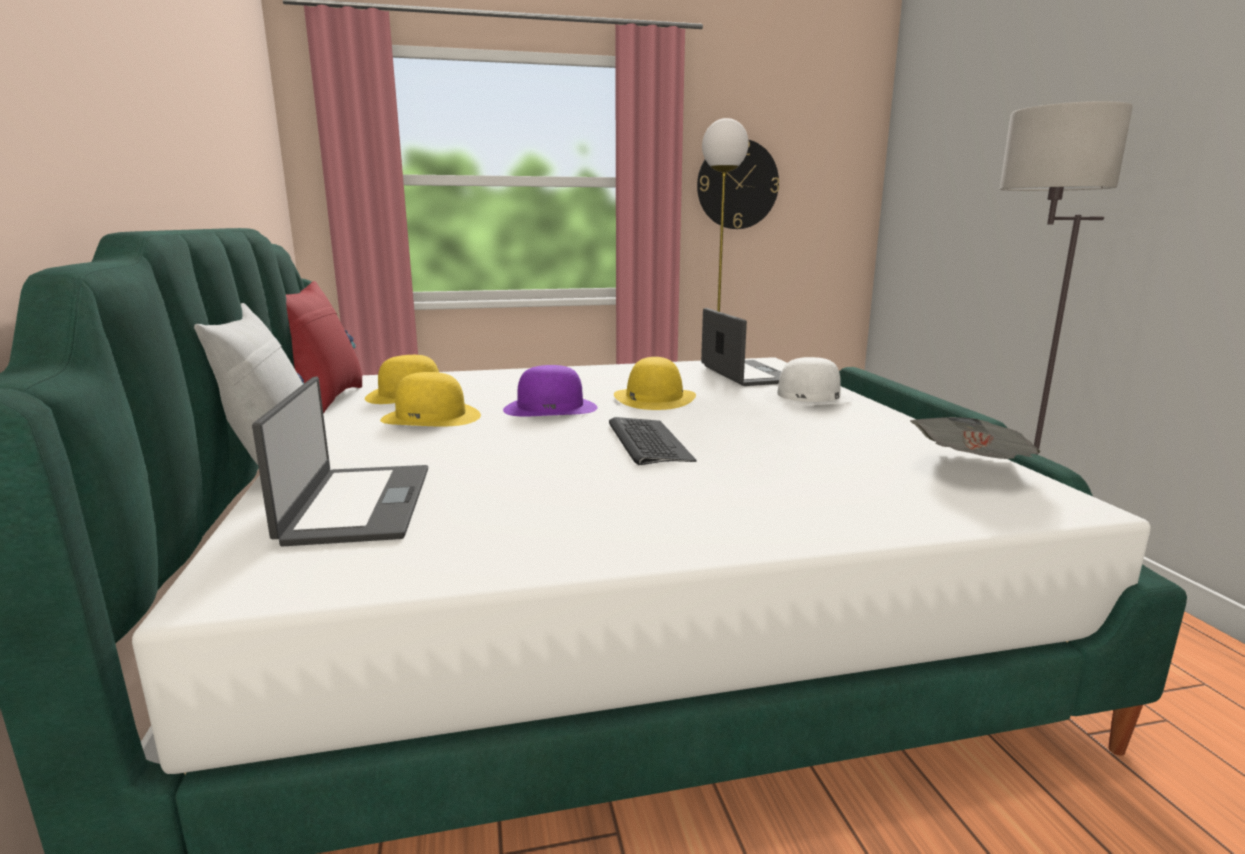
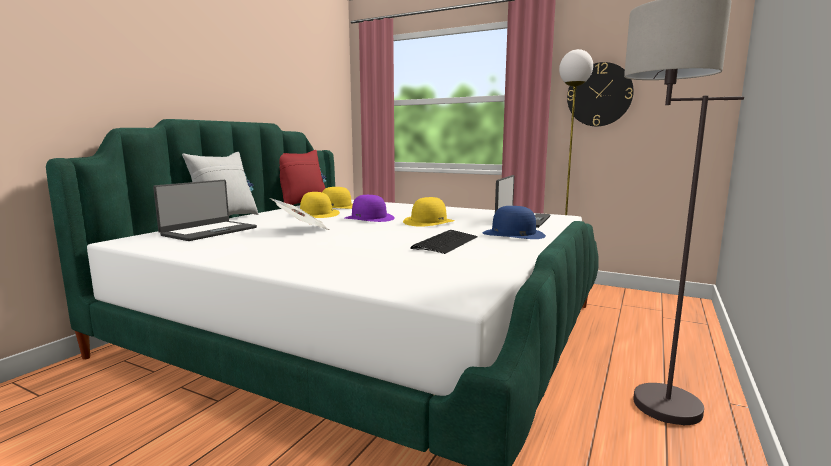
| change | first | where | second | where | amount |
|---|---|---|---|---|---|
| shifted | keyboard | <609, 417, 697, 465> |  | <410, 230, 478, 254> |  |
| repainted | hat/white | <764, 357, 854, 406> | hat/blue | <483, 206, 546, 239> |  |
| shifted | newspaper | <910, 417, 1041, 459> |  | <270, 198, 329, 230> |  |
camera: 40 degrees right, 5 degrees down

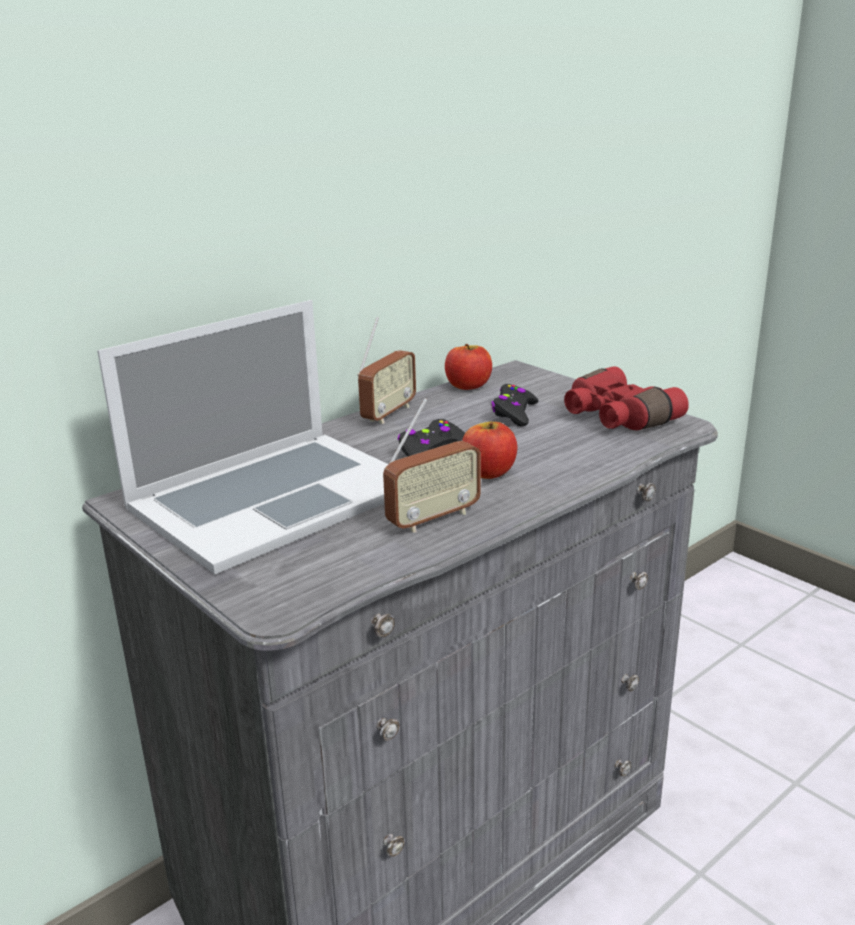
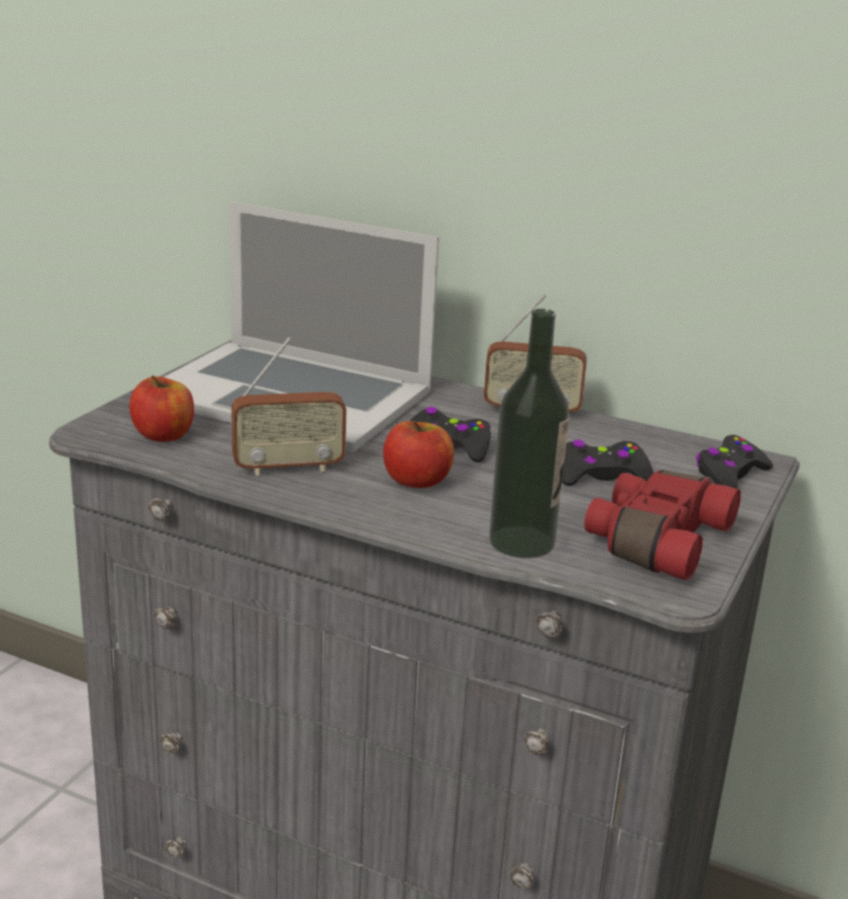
| change | first | where | second | where | amount |
|---|---|---|---|---|---|
| rotated | radio | <383, 398, 481, 533> |  | <231, 337, 347, 476> | 45 degrees counterclockwise |
| shifted | apple | <445, 344, 492, 390> |  | <129, 375, 194, 442> |  |
| new |  |  | bottle | <489, 309, 569, 558> |  |
| new |  |  | game controller/black | <696, 435, 773, 489> |  |
camera: 65 degrees right, 0 degrees up

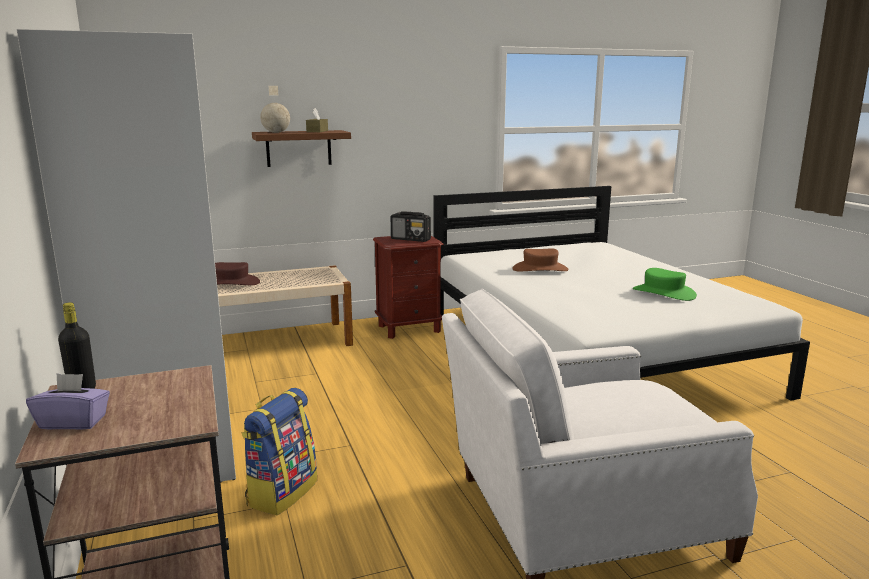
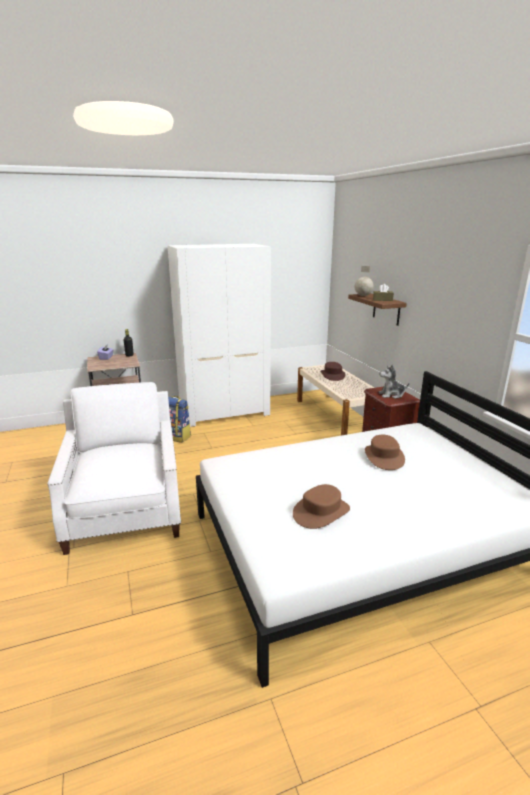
| change | first | where | second | where | amount |
|---|---|---|---|---|---|
| swapped | radio | <391, 211, 431, 242> | plush toy | <378, 365, 410, 399> |  |
| repainted | hat/green | <633, 268, 697, 301> | hat/brown | <293, 484, 350, 529> |  |
camera: 90 degrees right, 5 degrees up

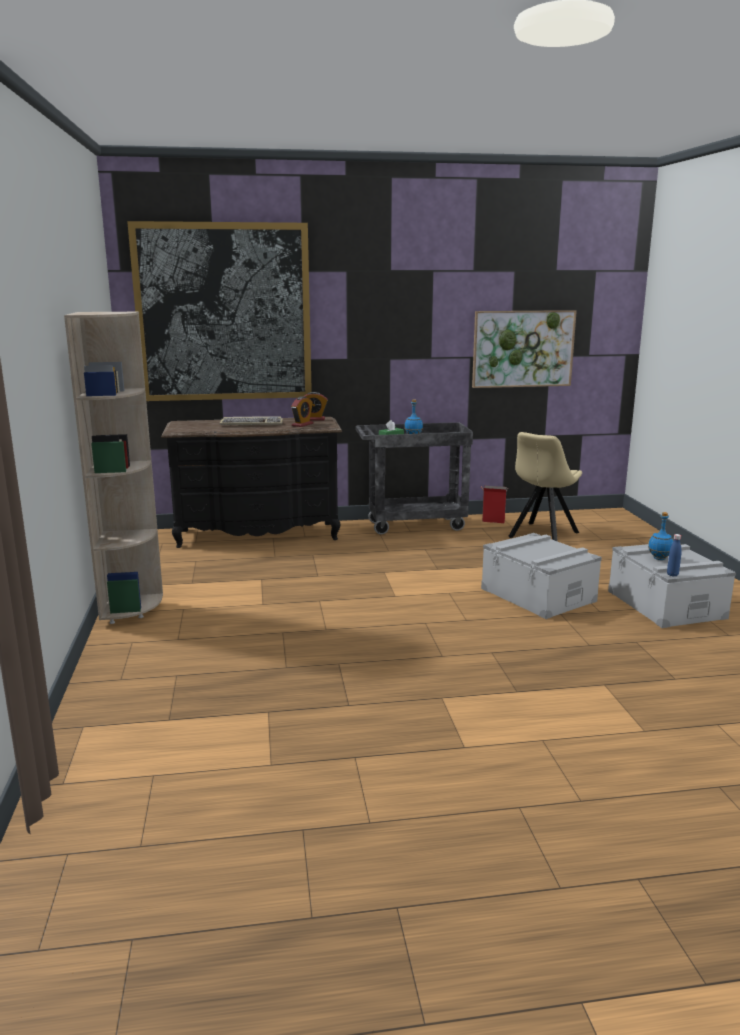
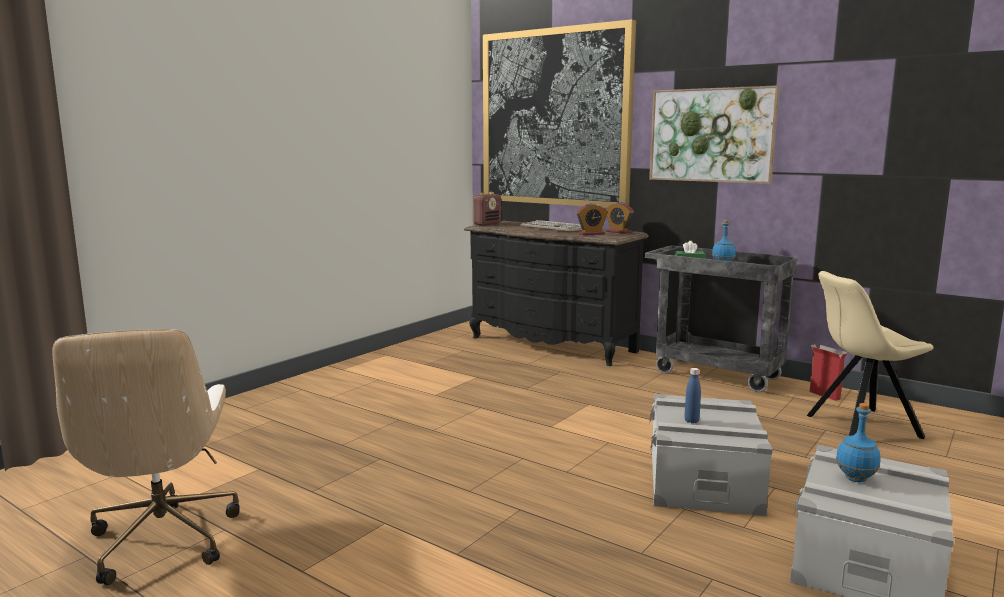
| change | first | where | second | where | amount |
|---|---|---|---|---|---|
| gone | bookcase/beige | <64, 312, 163, 624> |  |  |  |
| shifted | picture | <472, 310, 577, 388> |  | <649, 85, 779, 184> |  |
| shifted | bottle/blue | <667, 534, 681, 577> |  | <684, 368, 701, 423> |  |
| new |  |  | office chair/white | <52, 329, 240, 585> |  |
| new |  |  | radio | <473, 192, 501, 226> |  |
camera: 45 degrees right, 5 degrees down

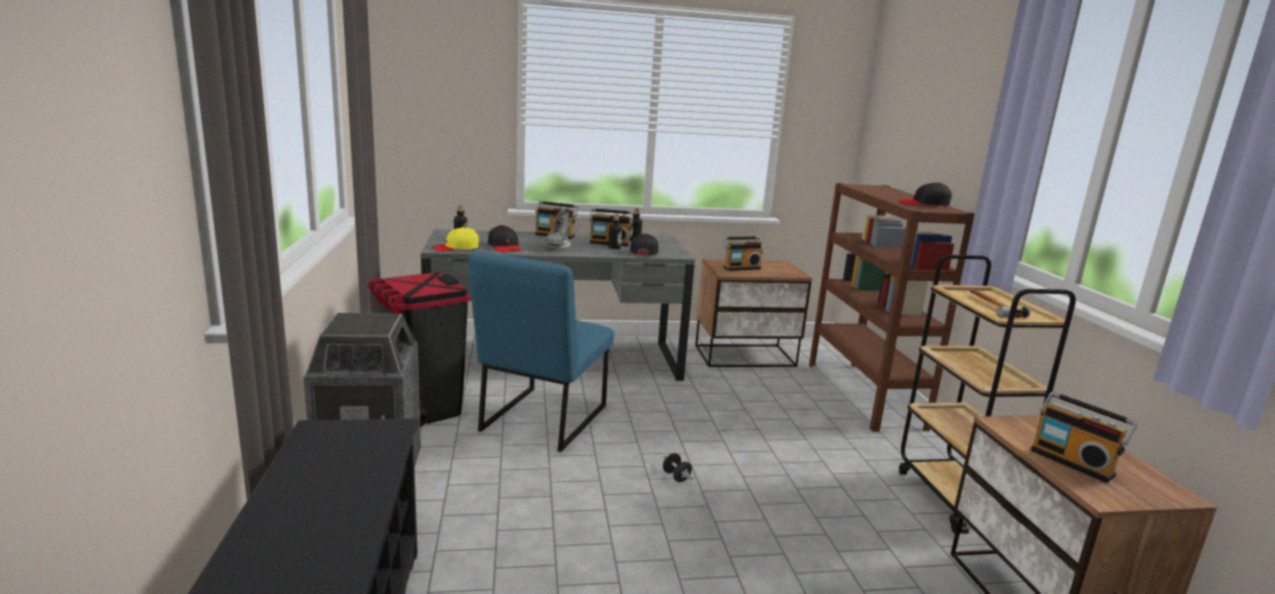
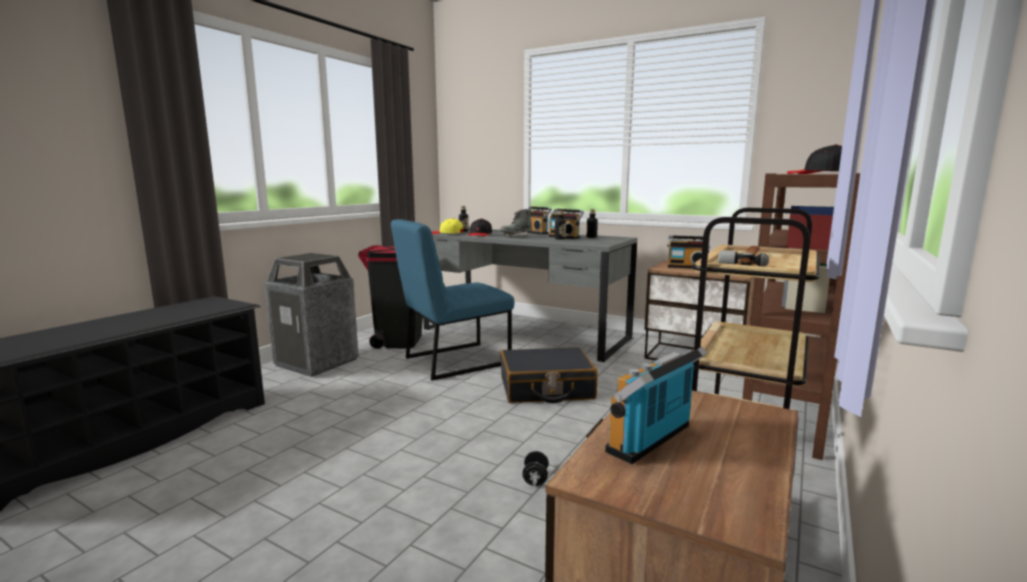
| change | first | where | second | where | amount |
|---|---|---|---|---|---|
| gone | cap/black | <630, 234, 658, 255> |  |  |  |
| shifted | dumbbell/black | <663, 453, 693, 482> |  | <522, 451, 549, 486> |  |
| rotated | radio | <1031, 391, 1138, 483> |  | <605, 347, 707, 464> | 45 degrees clockwise |
| new |  |  | suitcase/black | <501, 347, 598, 403> |  |
camera: 40 degrees right, 5 degrees down

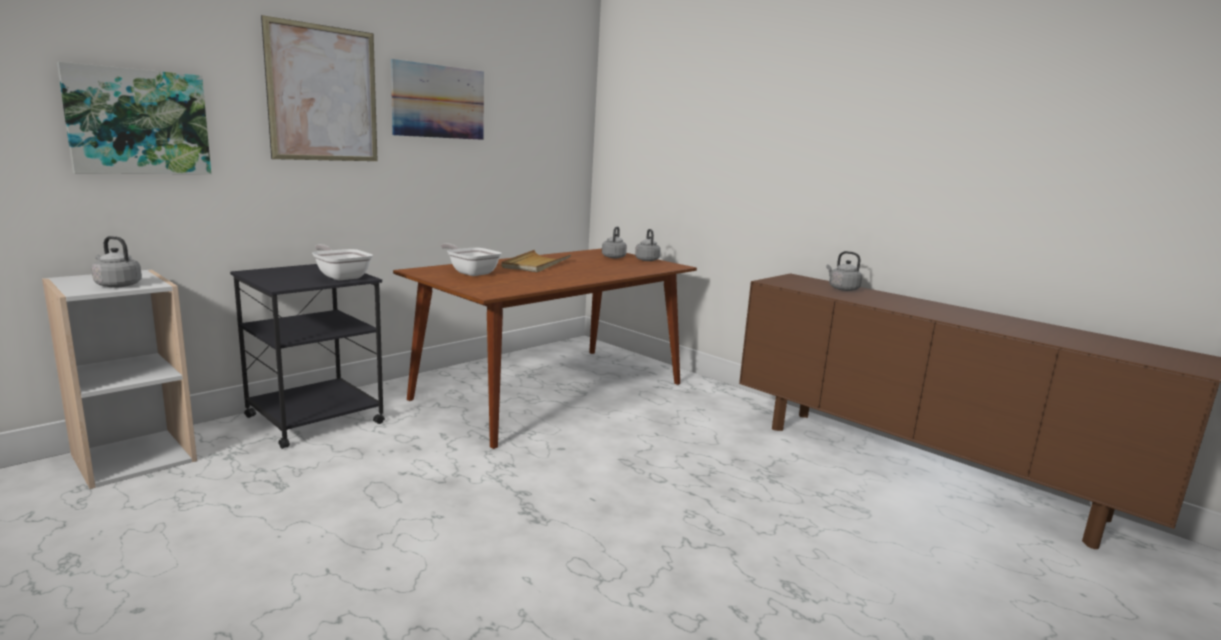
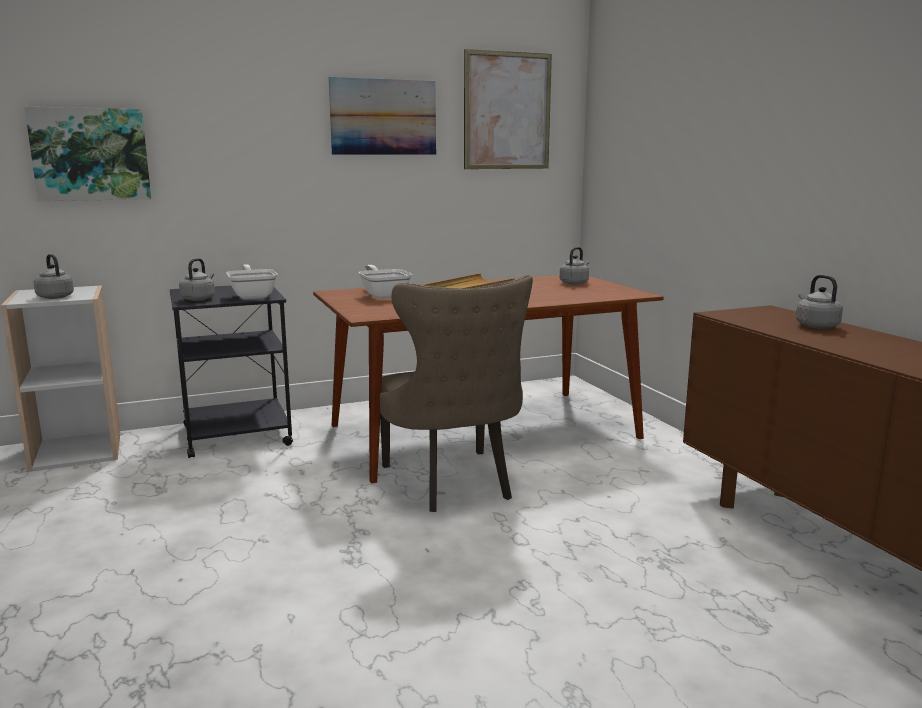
| change | first | where | second | where | amount |
|---|---|---|---|---|---|
| shifted | picture | <261, 15, 378, 161> |  | <464, 49, 552, 169> |  |
| shifted | kettle/grey | <635, 229, 661, 261> |  | <179, 258, 215, 301> |  |
| new |  |  | chair/beige | <380, 275, 533, 512> |  |
camera: 25 degrees right, 0 degrees up

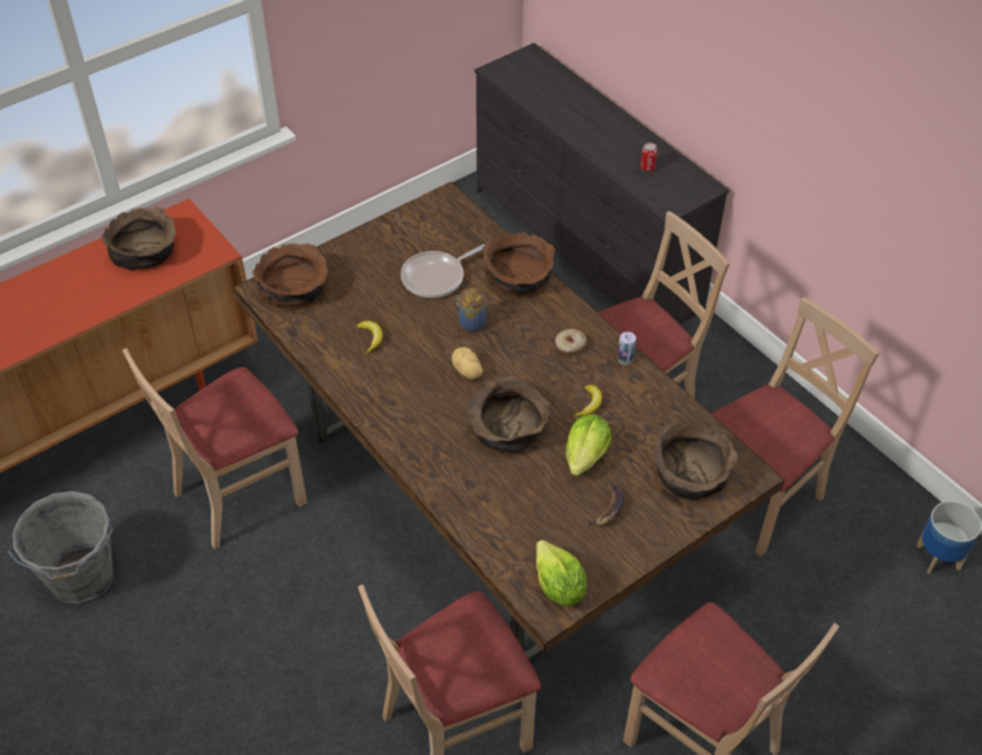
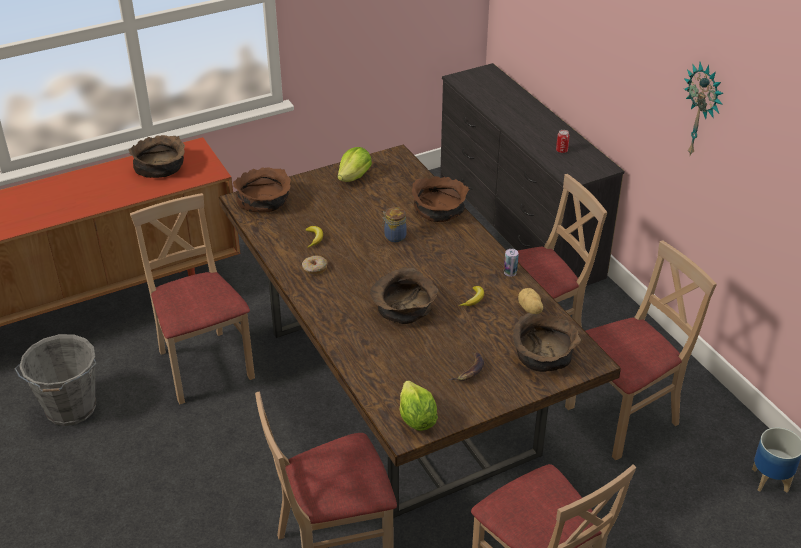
| change | first | where | second | where | amount |
|---|---|---|---|---|---|
| rotated | chair/beige | <122, 348, 307, 549> |  | <130, 193, 255, 404> | 90 degrees clockwise |
| gone | frying pan | <401, 244, 485, 298> |  |  |  |
| shifted | potato | <451, 347, 483, 379> |  | <518, 288, 543, 314> |  |
| shifted | donut | <555, 329, 587, 354> |  | <302, 256, 328, 274> |  |
| shifted | lettuce | <566, 414, 612, 476> |  | <337, 147, 372, 182> |  |
| new |  |  | wall clock | <684, 62, 724, 155> |  |
camera: 10 degrees right, 10 degrees down

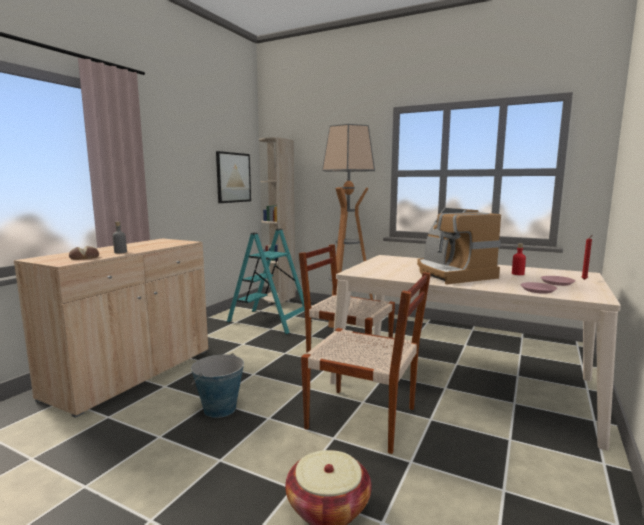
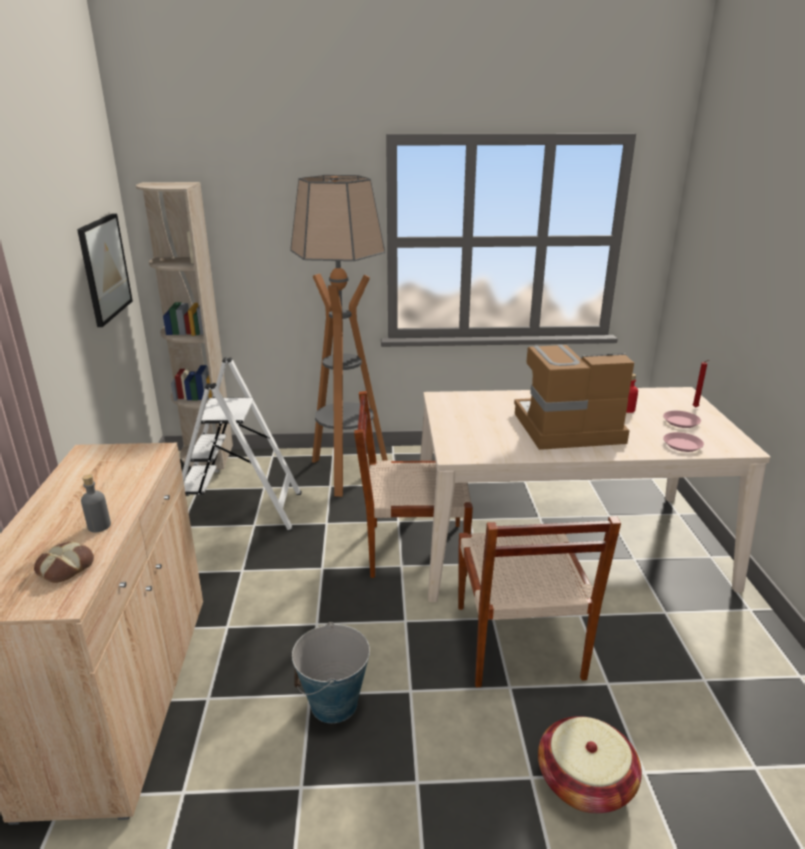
| change | first | where | second | where | amount |
|---|---|---|---|---|---|
| repainted | step ladder/turquoise | <227, 228, 312, 335> | step ladder/white | <182, 357, 302, 531> |  |
| rotated | chair | <301, 272, 431, 454> |  | <458, 516, 621, 687> | 90 degrees clockwise |
| rotated | coffee machine | <417, 208, 501, 285> |  | <514, 345, 634, 450> | 135 degrees clockwise |
camera: 30 degrees left, 15 degrees up

